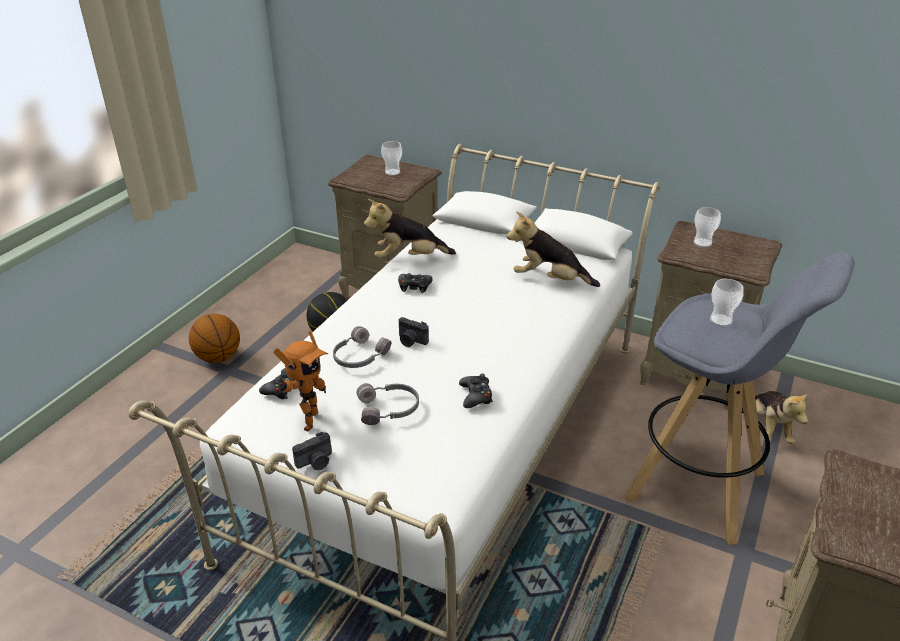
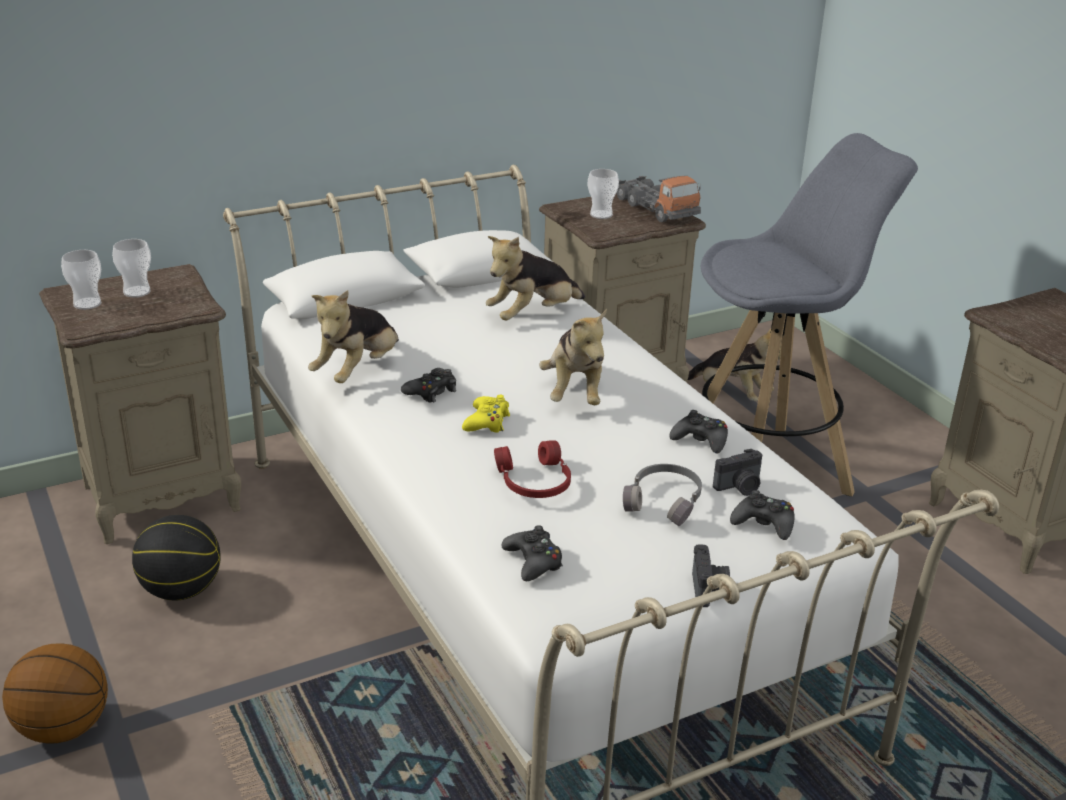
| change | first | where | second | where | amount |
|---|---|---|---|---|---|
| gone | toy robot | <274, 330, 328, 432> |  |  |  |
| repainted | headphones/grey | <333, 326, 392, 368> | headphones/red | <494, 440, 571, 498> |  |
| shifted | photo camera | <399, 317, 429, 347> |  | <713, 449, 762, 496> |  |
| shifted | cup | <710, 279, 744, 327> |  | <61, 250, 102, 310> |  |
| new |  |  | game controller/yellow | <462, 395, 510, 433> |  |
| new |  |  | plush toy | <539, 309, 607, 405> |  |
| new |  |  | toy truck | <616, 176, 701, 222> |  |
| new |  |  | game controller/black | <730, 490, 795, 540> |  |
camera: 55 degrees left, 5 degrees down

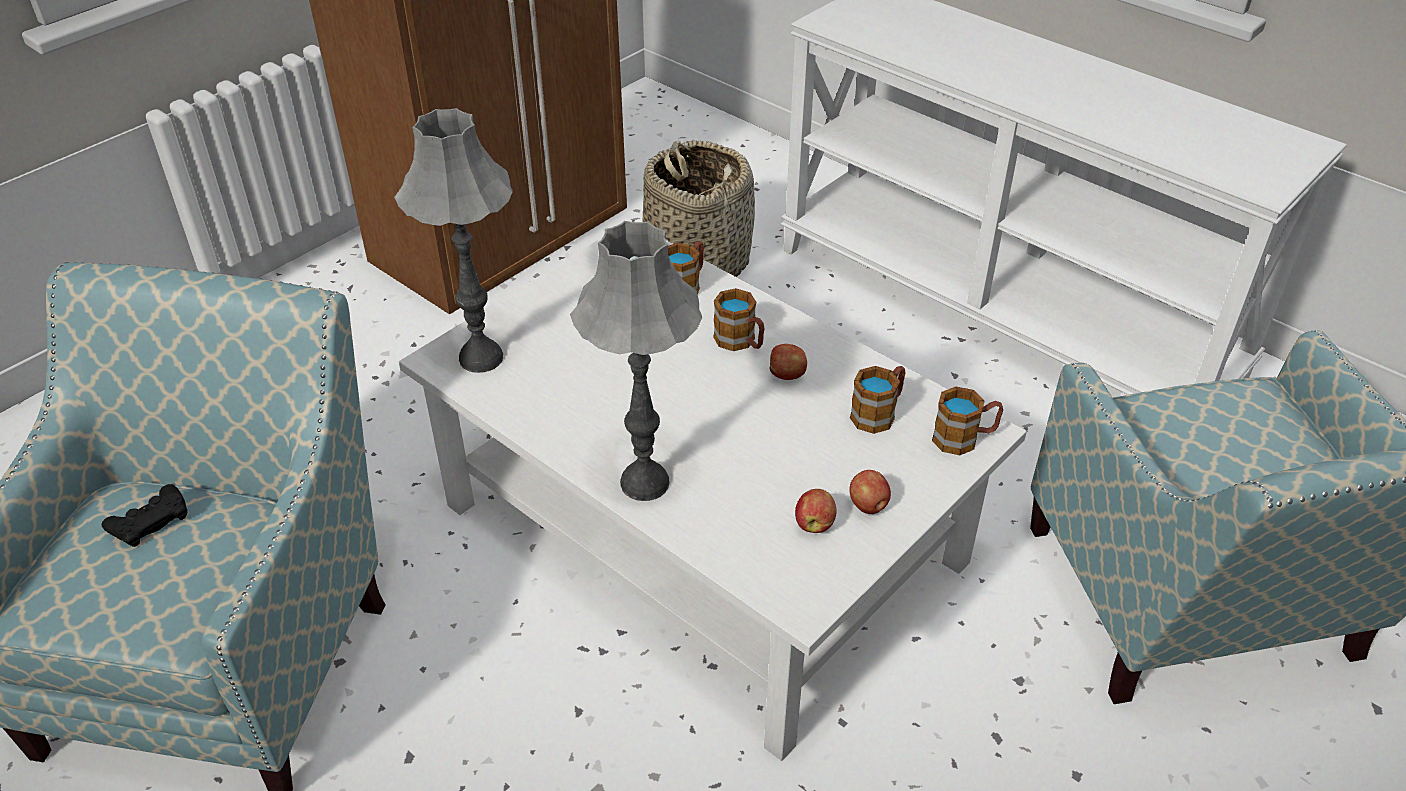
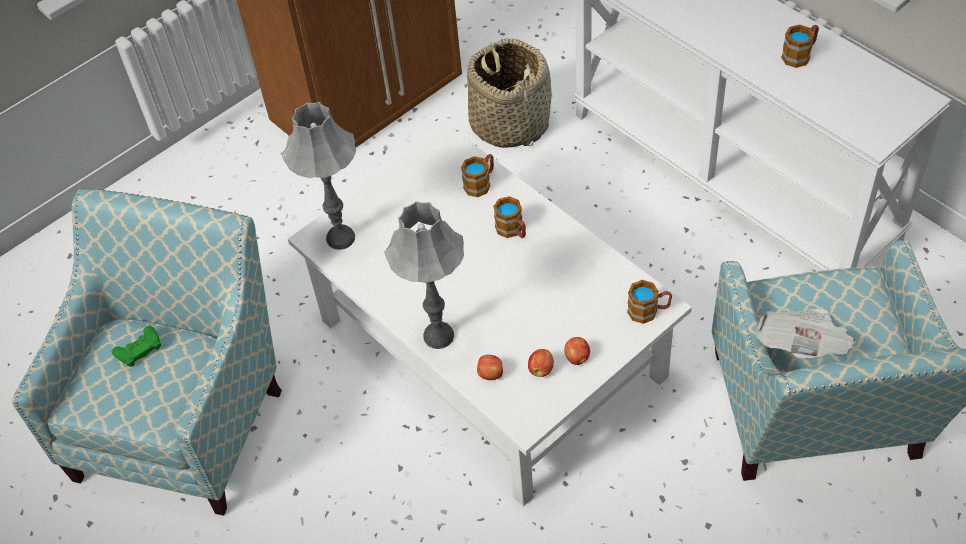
| change | first | where | second | where | amount |
|---|---|---|---|---|---|
| repainted | game controller/black | <102, 484, 187, 547> | game controller/green | <112, 326, 161, 367> |  |
| shifted | apple | <770, 344, 807, 380> |  | <477, 355, 503, 380> |  |
| shifted | mug | <850, 366, 905, 434> |  | <781, 25, 819, 68> |  |
| new |  |  | newspaper | <754, 308, 856, 358> |  |
camera: 10 degrees right, 10 degrees up

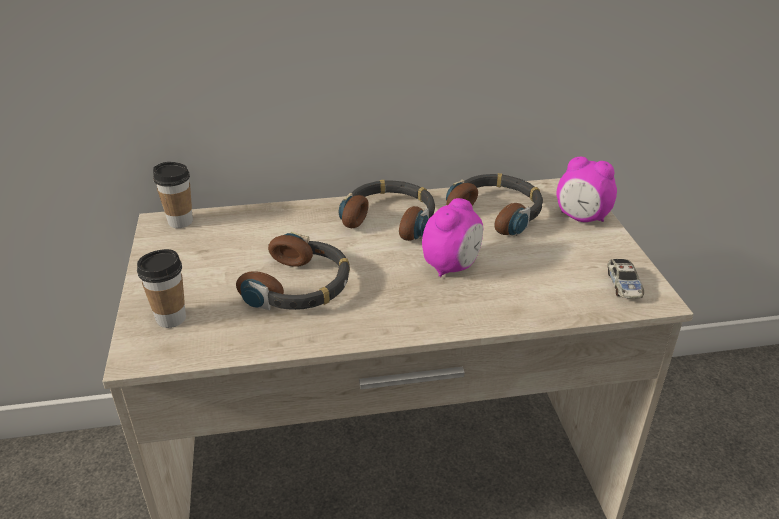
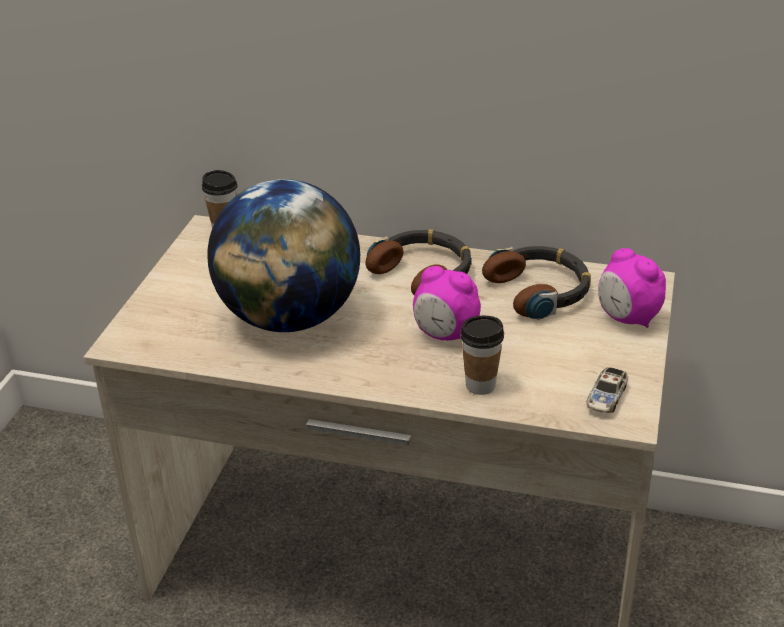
| change | first | where | second | where | amount |
|---|---|---|---|---|---|
| shifted | cup | <137, 249, 186, 328> |  | <461, 316, 504, 395> |  |
| swapped | headphones | <236, 232, 350, 310> | globe | <207, 179, 360, 332> |  |
| rotated | alarm clock | <422, 198, 483, 277> |  | <413, 266, 481, 341> | 60 degrees clockwise |
camera: 25 degrees right, 0 degrees up

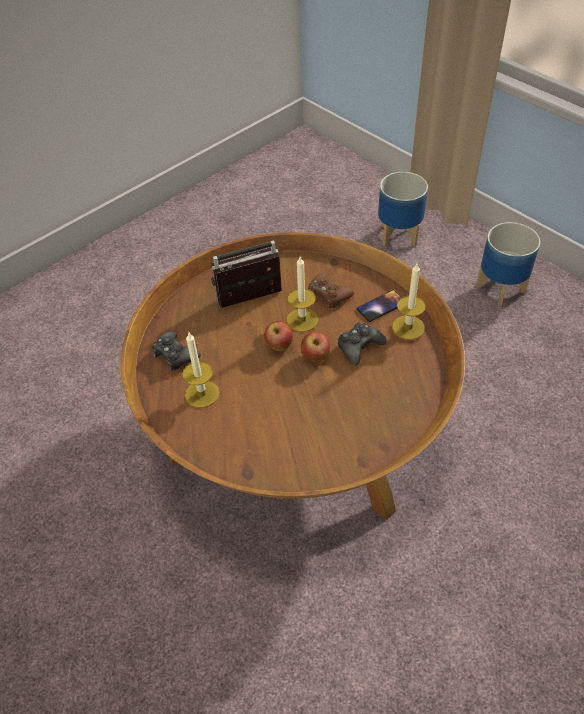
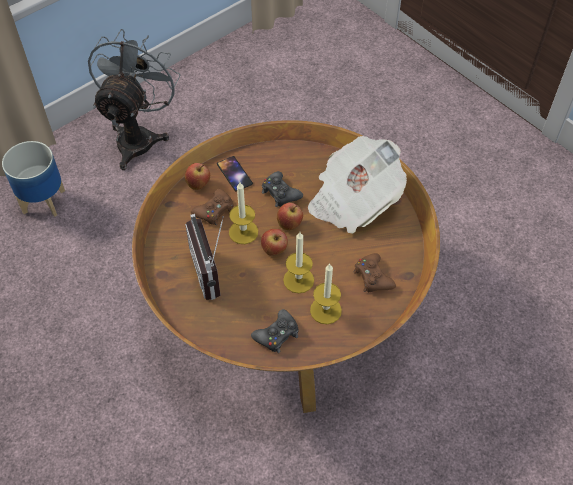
| change | first | where | second | where | amount |
|---|---|---|---|---|---|
| shifted | candle | <392, 263, 426, 340> |  | <283, 232, 314, 293> |  |
| swapped | planter | <476, 222, 540, 306> | fan/grey | <88, 29, 180, 170> |  |
| new |  |  | apple | <185, 163, 210, 190> |  |
| new |  |  | newspaper | <308, 136, 407, 234> |  |
| new |  |  | game controller/brown | <354, 253, 396, 292> |  |
camera: 90 degrees left, 5 degrees up

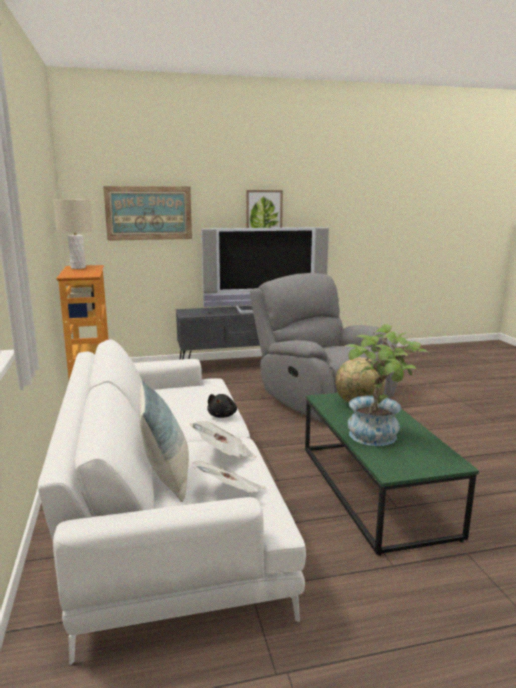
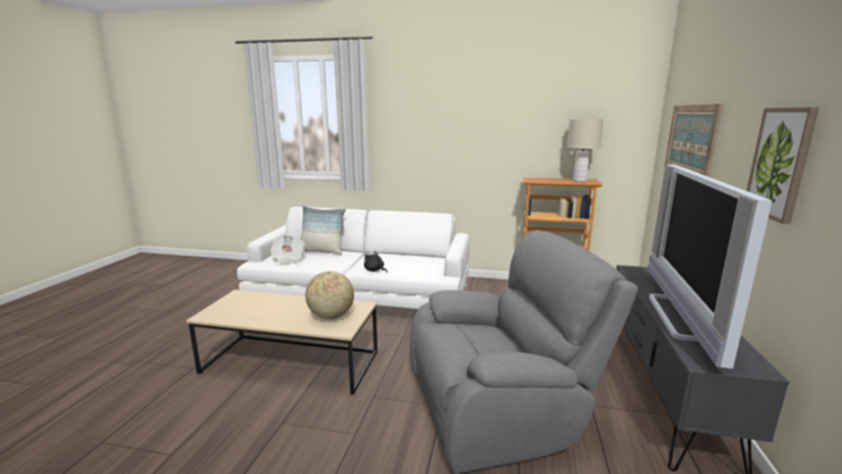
| change | first | where | second | where | amount |
|---|---|---|---|---|---|
| gone | newspaper | <190, 421, 257, 458> |  |  |  |
| repainted | coffee table/green | <305, 393, 479, 556> | coffee table/beige | <186, 290, 378, 395> |  |
| gone | potted plant | <345, 324, 432, 446> |  |  |  |
camera: 115 degrees right, 0 degrees up

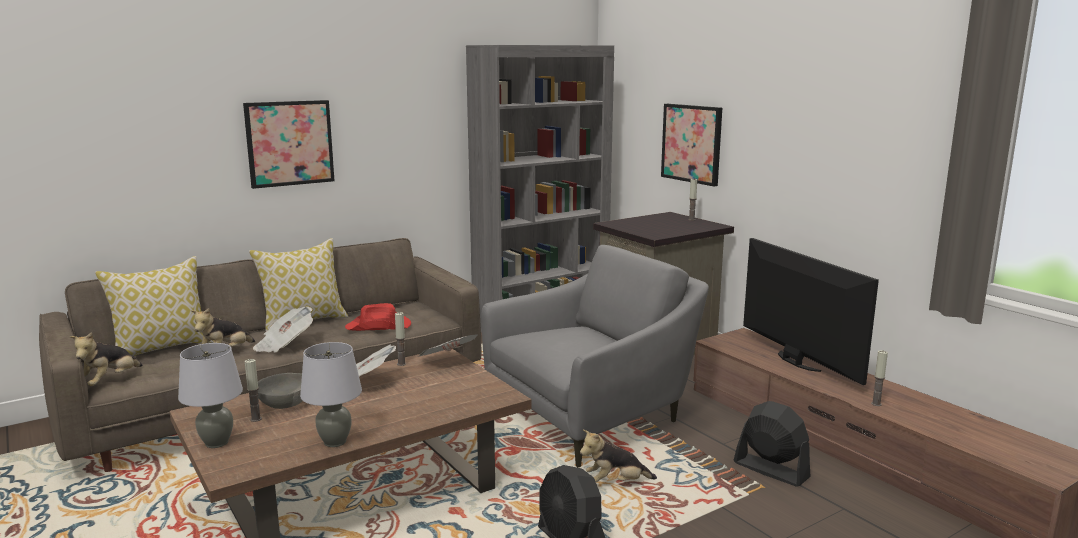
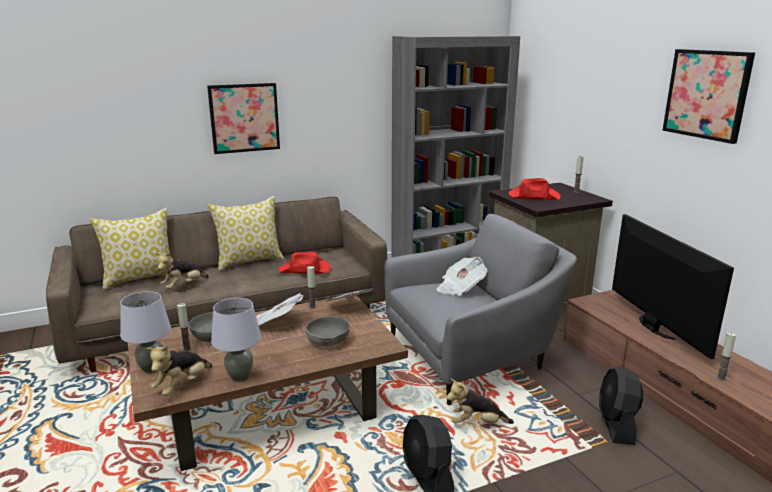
| change | first | where | second | where | amount |
|---|---|---|---|---|---|
| shifted | plush toy | <70, 332, 143, 386> |  | <146, 345, 212, 396> |  |
| shifted | newspaper | <253, 306, 313, 353> |  | <437, 257, 487, 296> |  |
| shifted | picture | <661, 104, 722, 186> |  | <662, 49, 755, 144> |  |
| rotated | fan/black | <734, 401, 811, 487> |  | <599, 367, 643, 445> | 135 degrees counterclockwise |
| new |  |  | bowl/grey | <305, 316, 350, 346> |  |
| new |  |  | hat/red | <508, 178, 561, 200> |  |
camera: 10 degrees right, 5 degrees up

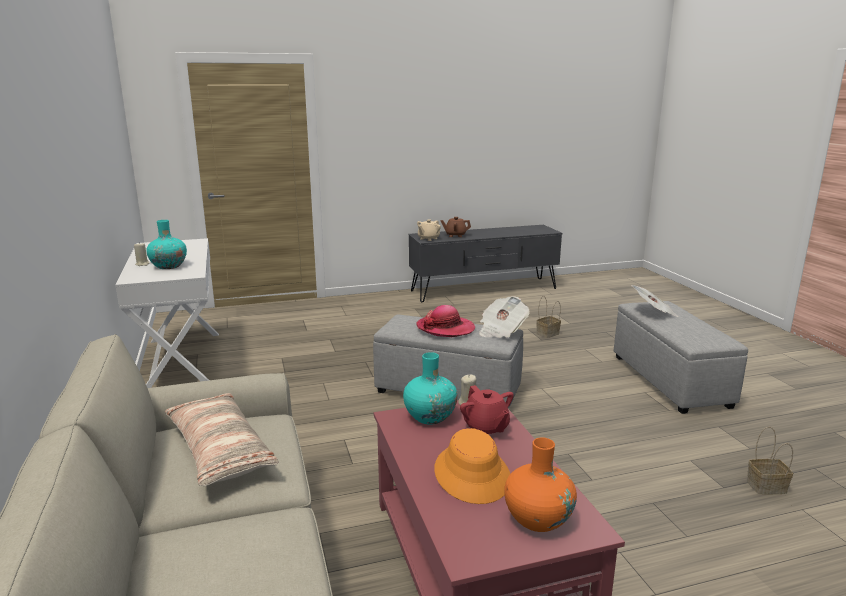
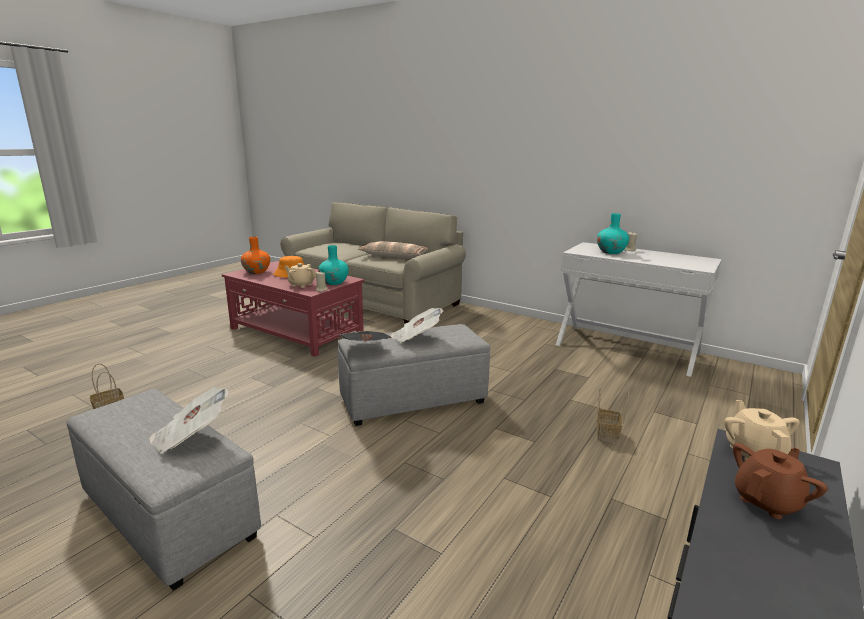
| change | first | where | second | where | amount |
|---|---|---|---|---|---|
| swapped | hat | <416, 305, 475, 337> | newspaper | <390, 308, 444, 343> |  |
| repainted | teapot/red | <460, 385, 514, 434> | teapot/beige | <285, 263, 316, 288> |  |
| shifted | basket | <536, 296, 561, 338> |  | <596, 387, 629, 443> |  |
camera: 140 degrees right, 0 degrees up

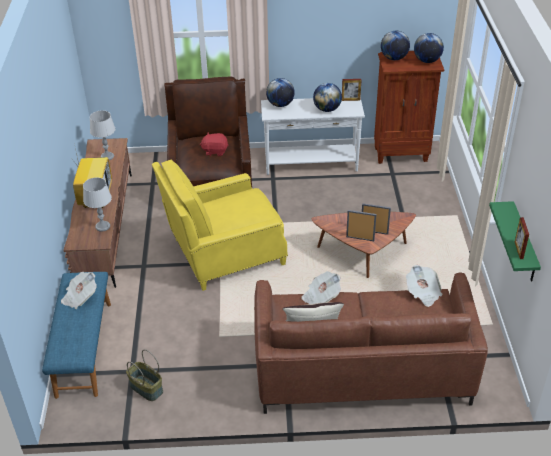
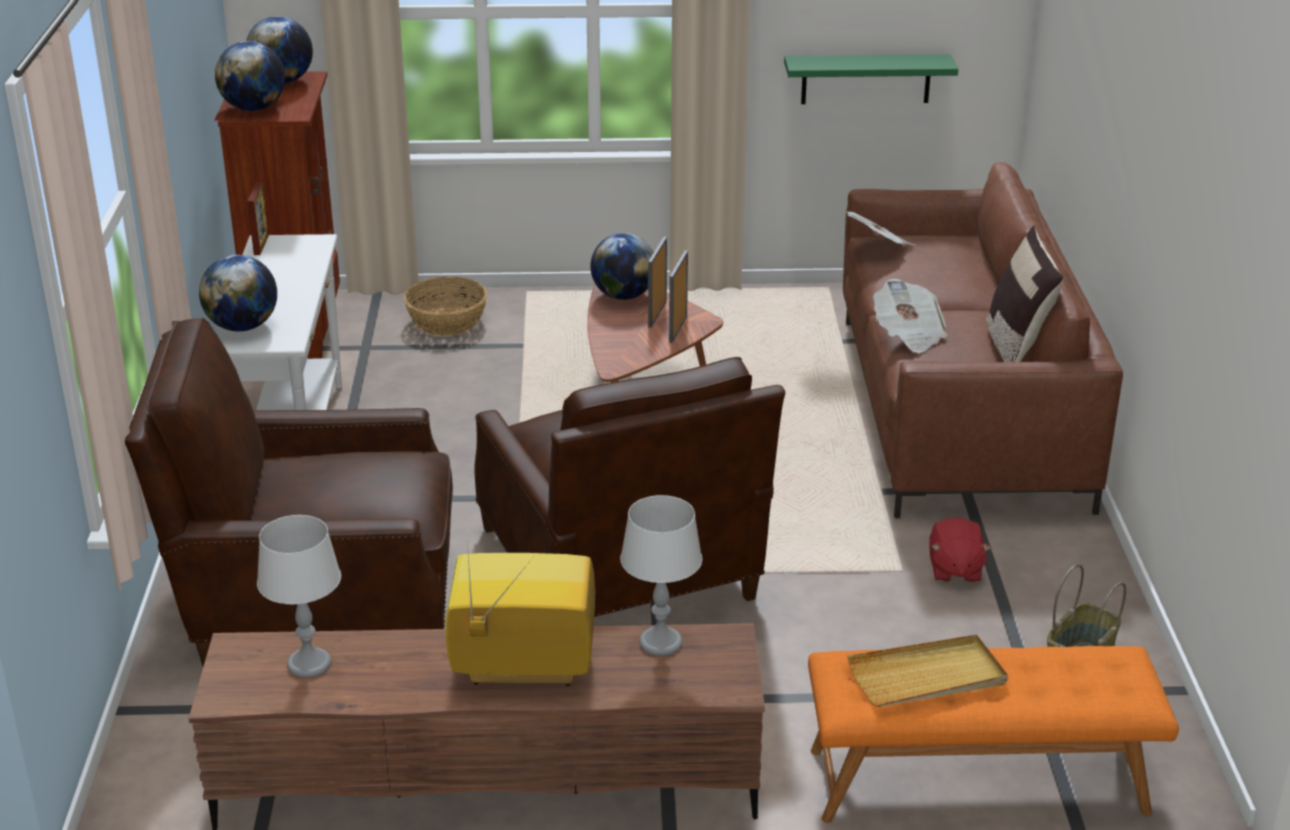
| change | first | where | second | where | amount |
|---|---|---|---|---|---|
| repainted | bench/blue | <42, 272, 111, 399> | bench/orange | <808, 646, 1179, 823> |  |
| swapped | newspaper | <61, 272, 97, 309> | tray/beige | <847, 634, 1008, 707> |  |
| repainted | armchair/yellow | <152, 159, 288, 291> | armchair/brown | <475, 357, 785, 617> |  |
| shifted | plush toy/red | <199, 133, 228, 156> |  | <929, 517, 991, 583> |  |
| shifted | globe | <313, 83, 342, 112> |  | <590, 233, 654, 300> |  |
| gone | picture frame | <515, 217, 529, 259> |  |  |  |
| new |  |  | basket | <404, 276, 487, 336> |  |
camera: 90 degrees left, 10 degrees down

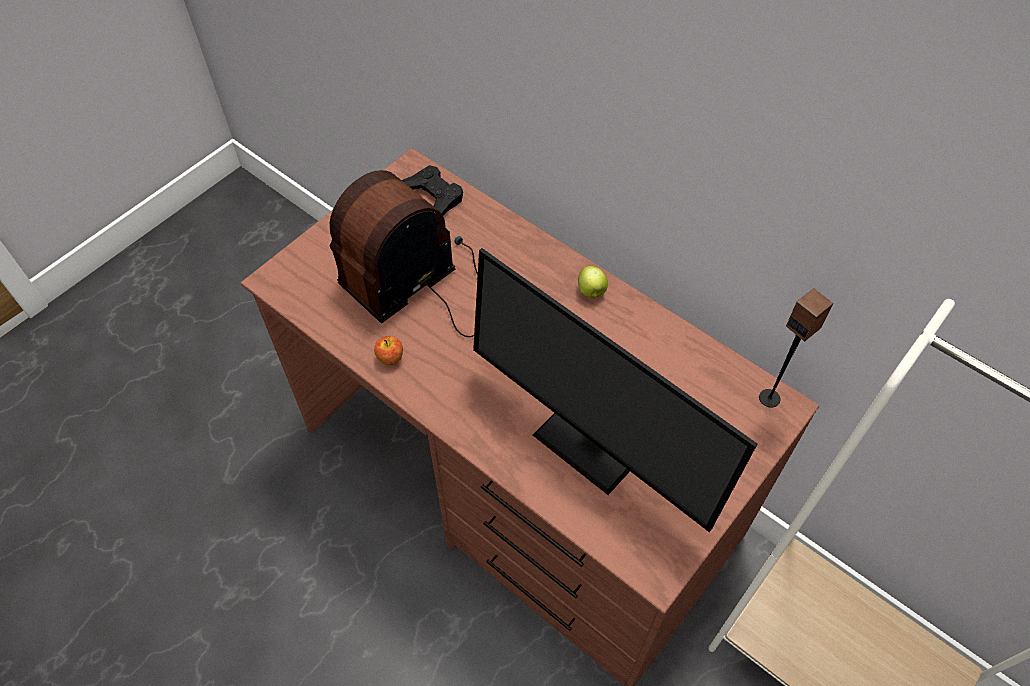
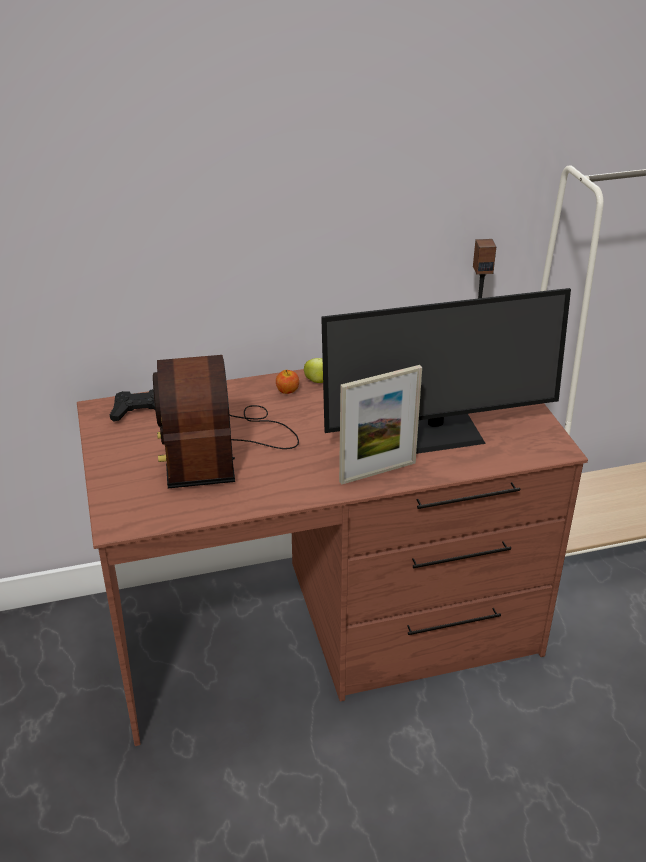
| change | first | where | second | where | amount |
|---|---|---|---|---|---|
| shifted | apple | <374, 336, 403, 365> |  | <276, 370, 299, 394> |  |
| new |  |  | picture frame | <339, 365, 422, 485> |  |
camera: 55 degrees left, 20 degrees down

